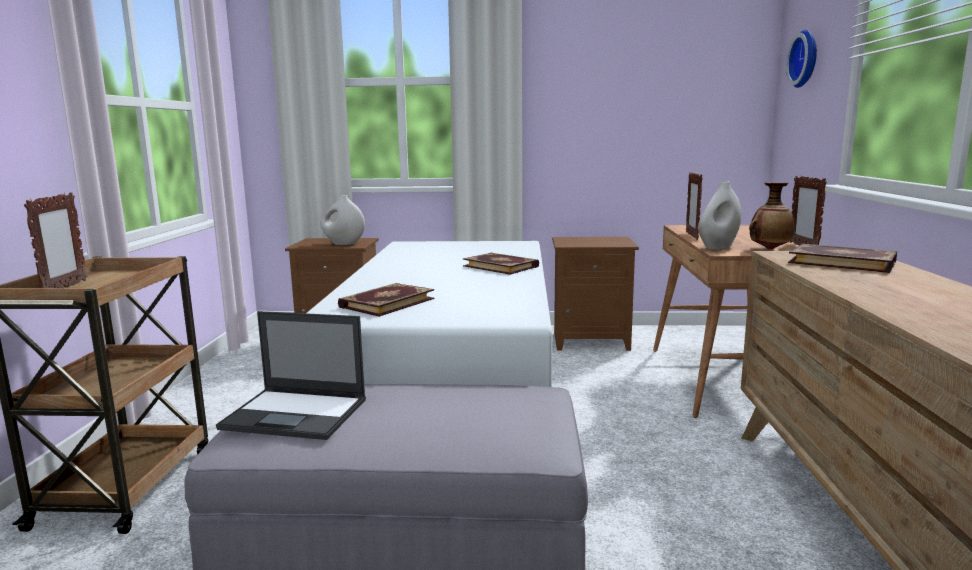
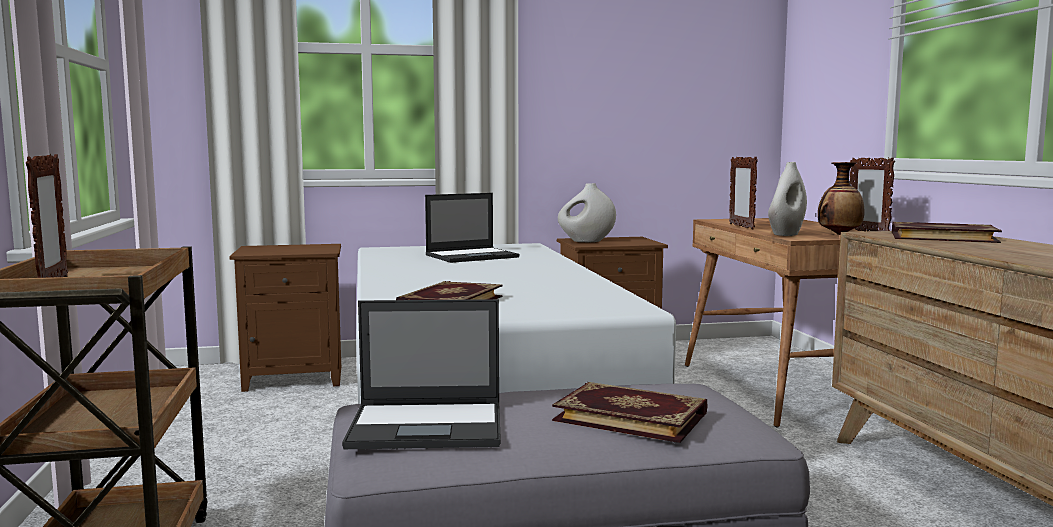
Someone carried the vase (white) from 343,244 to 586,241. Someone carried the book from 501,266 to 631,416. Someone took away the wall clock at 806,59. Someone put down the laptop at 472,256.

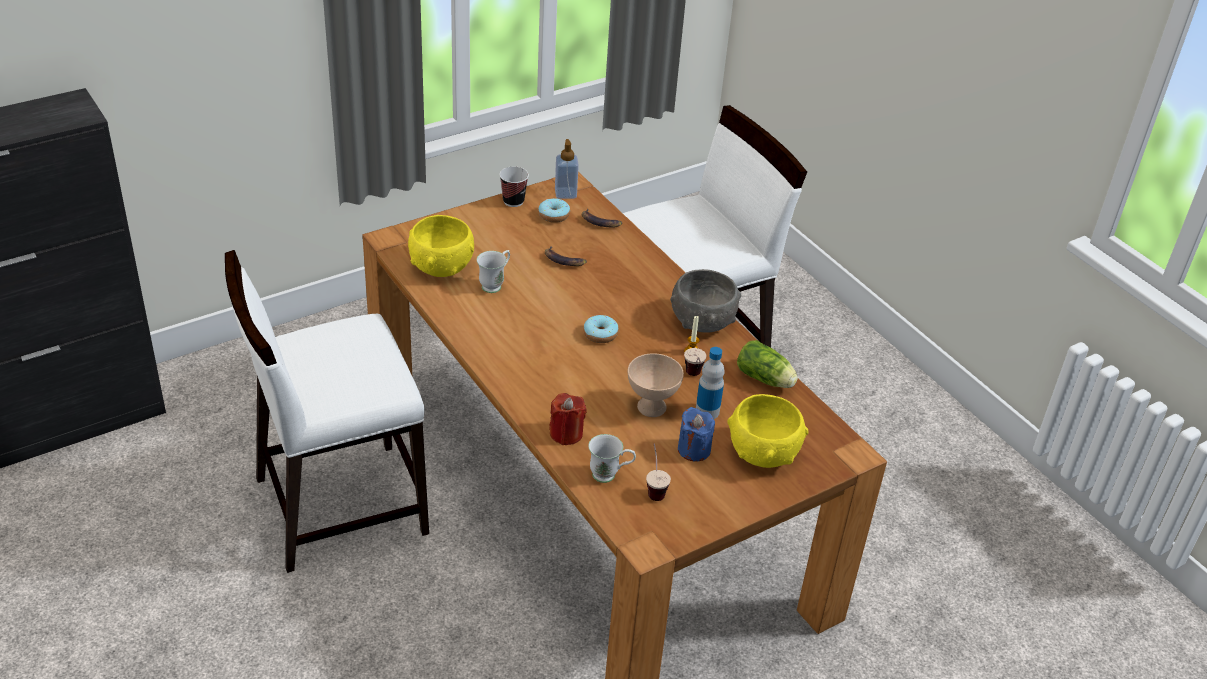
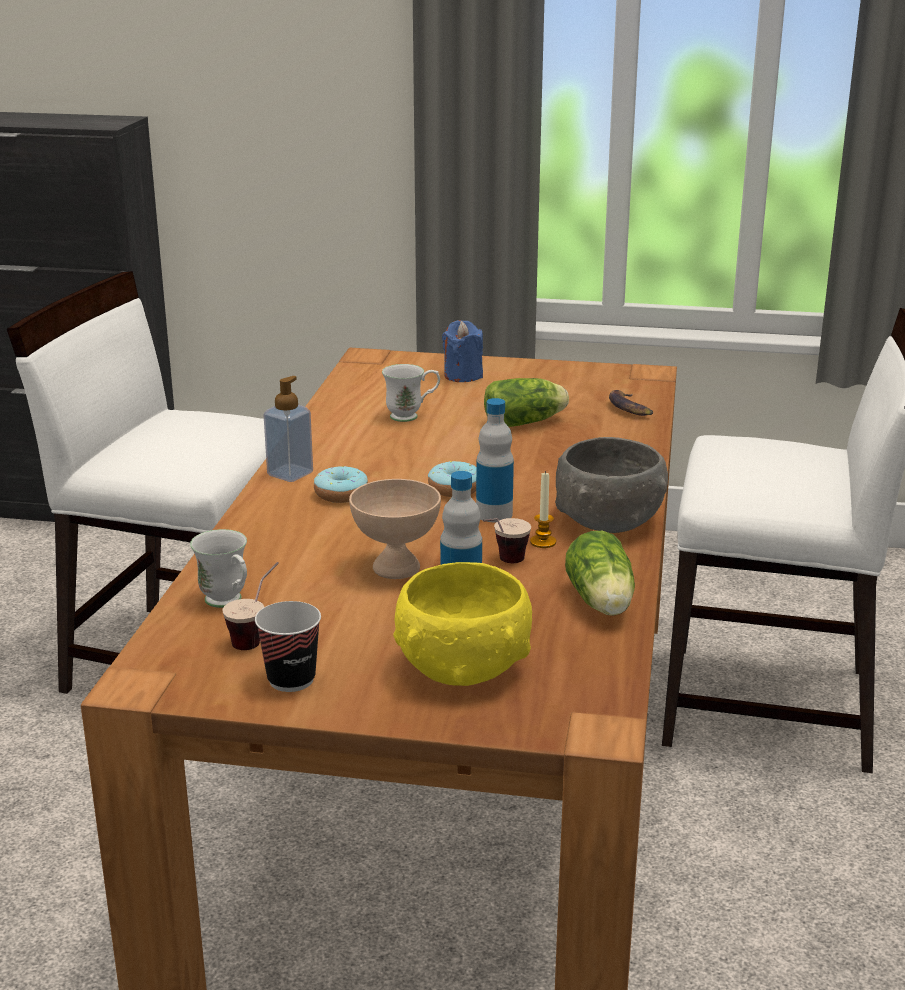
Someone took away the bowl (yellow) at 441,266. Someone carried the cup from 513,201 to 291,679. Someone carried the donut from 554,215 to 341,494. Someone swapped the banana at 563,260 for the lettuce at 527,422. Someone took away the candle (red) at 566,433. Someone carried the soap dispenser from 565,193 to 290,474. Someone carried the candle (blue) from 694,449 to 463,376. Someone put down the bottle at 494,514.

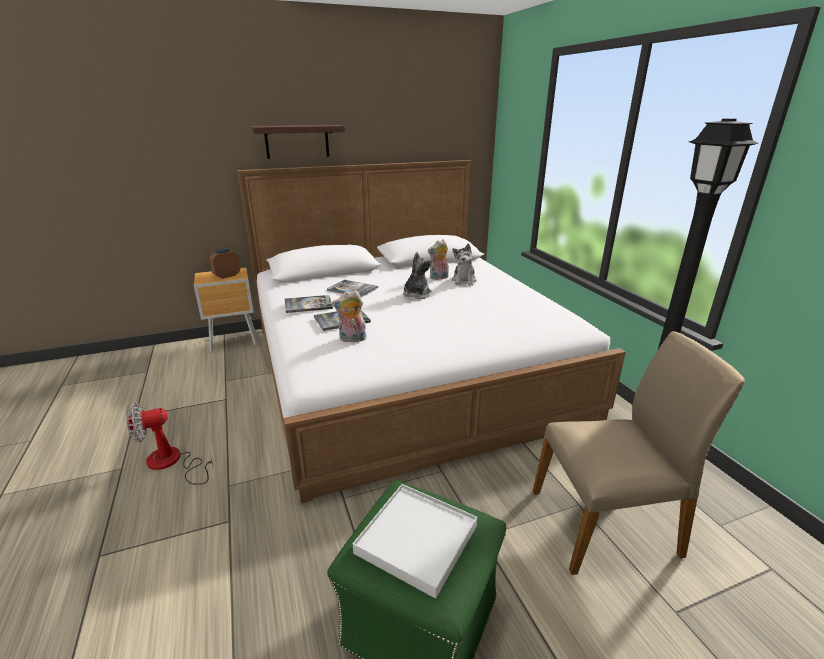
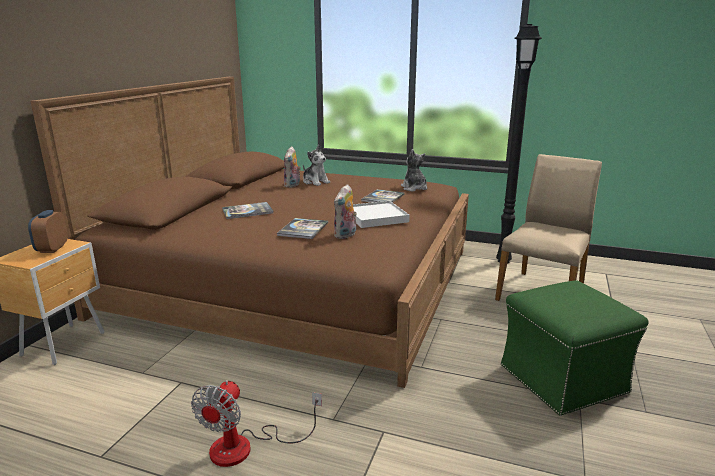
Someone repainted the bed (white) at 406,367, which became the bed (brown) at 296,281. Someone took away the shelf at 297,141. Someone carried the book from 308,304 to 383,198. Someone carried the tray (white) from 416,540 to 376,217. Someone carried the plush toy from 416,295 to 414,188.

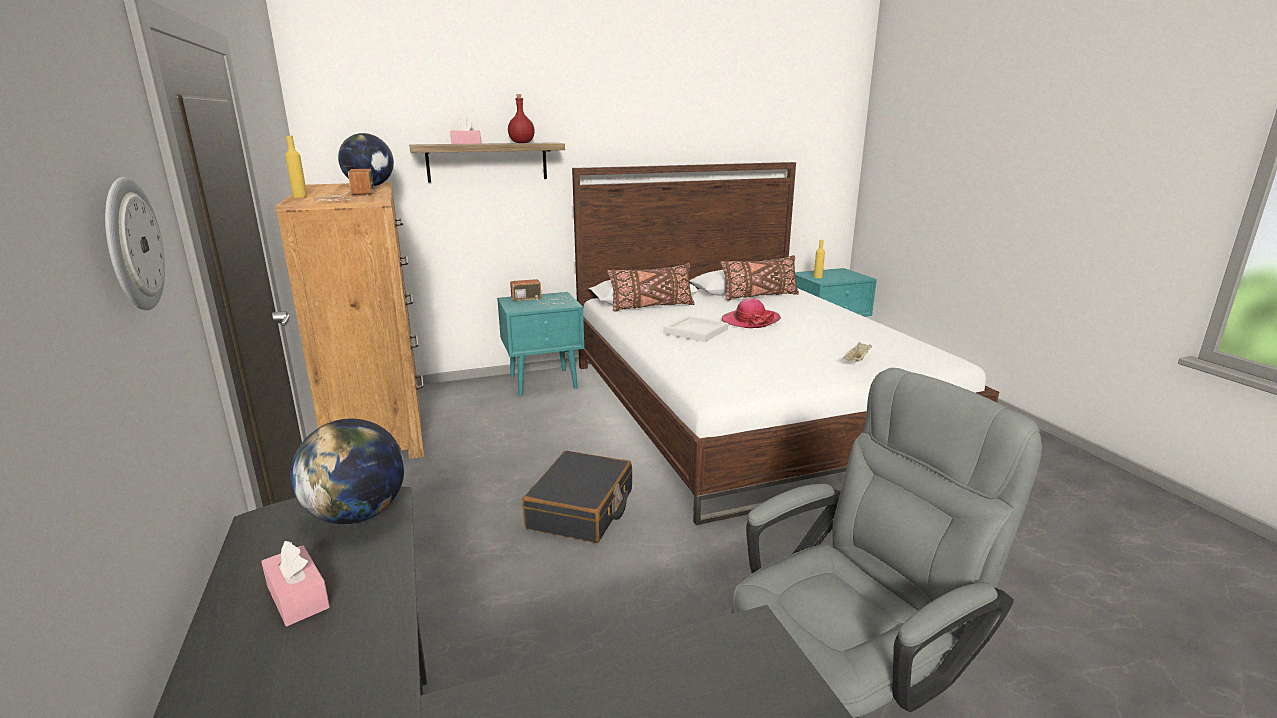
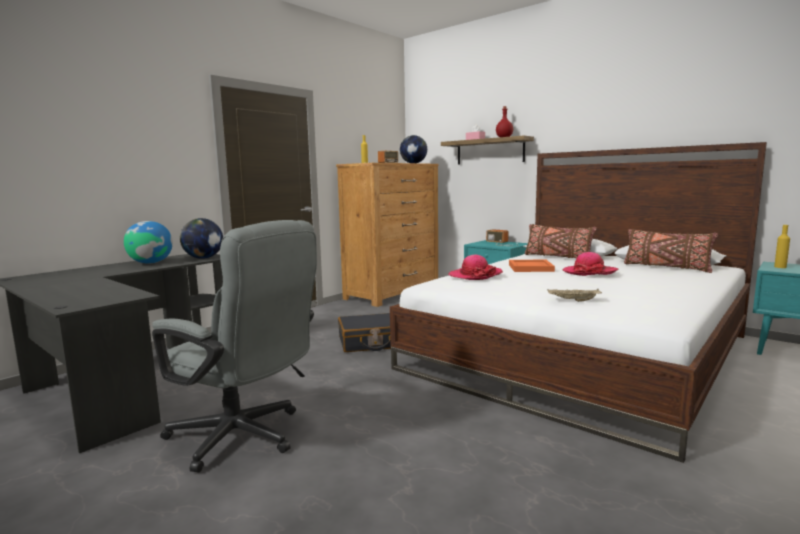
Someone took away the wall clock at 131,245. Someone swapped the tissue box (pink) at 298,597 for the globe at 150,263. Someone repainted the tray (white) at 696,331, which became the tray (orange) at 531,268. Someone put down the hat at 475,275.

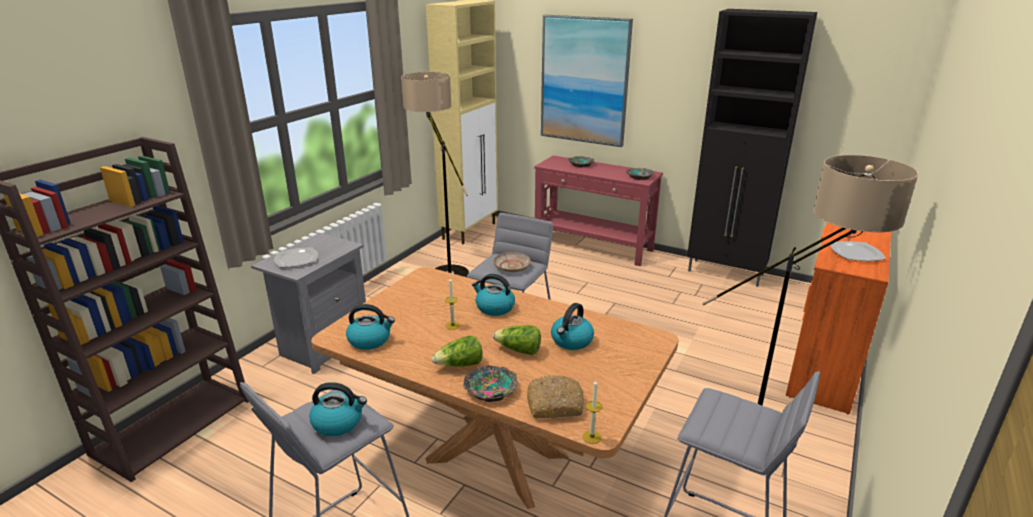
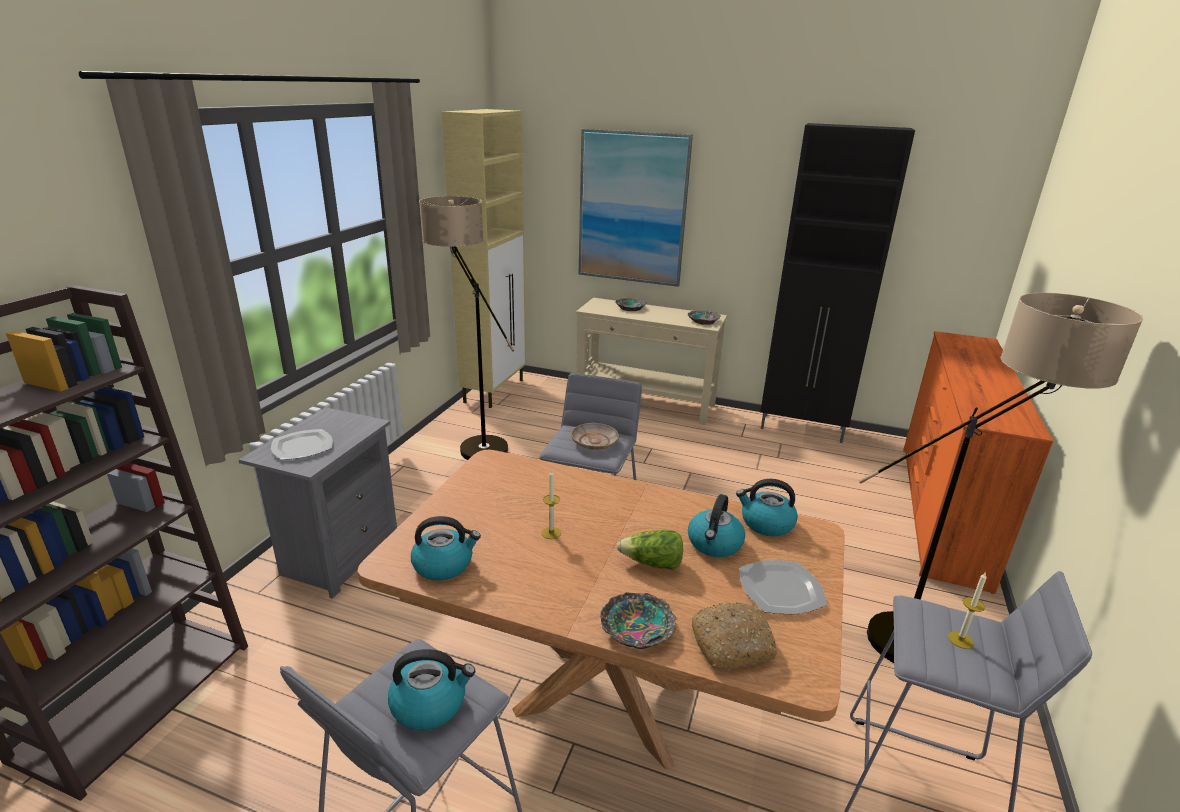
Someone took away the lettuce at 460,365. Someone carried the kettle from 494,307 to 766,523. Someone repainted the console table (red) at 593,246, which became the console table (beige) at 645,404. Someone carried the candle from 592,437 to 960,640. Someone carried the plate from 856,253 to 781,590.

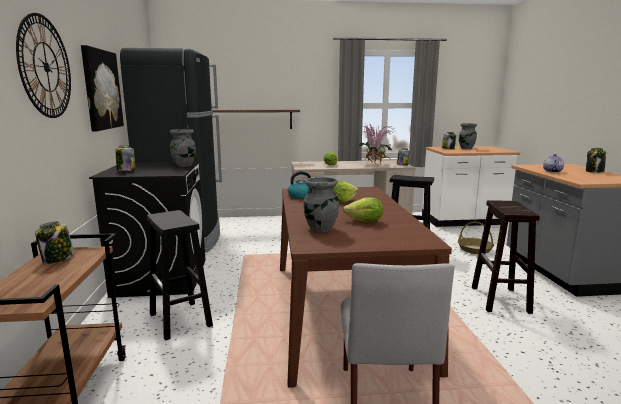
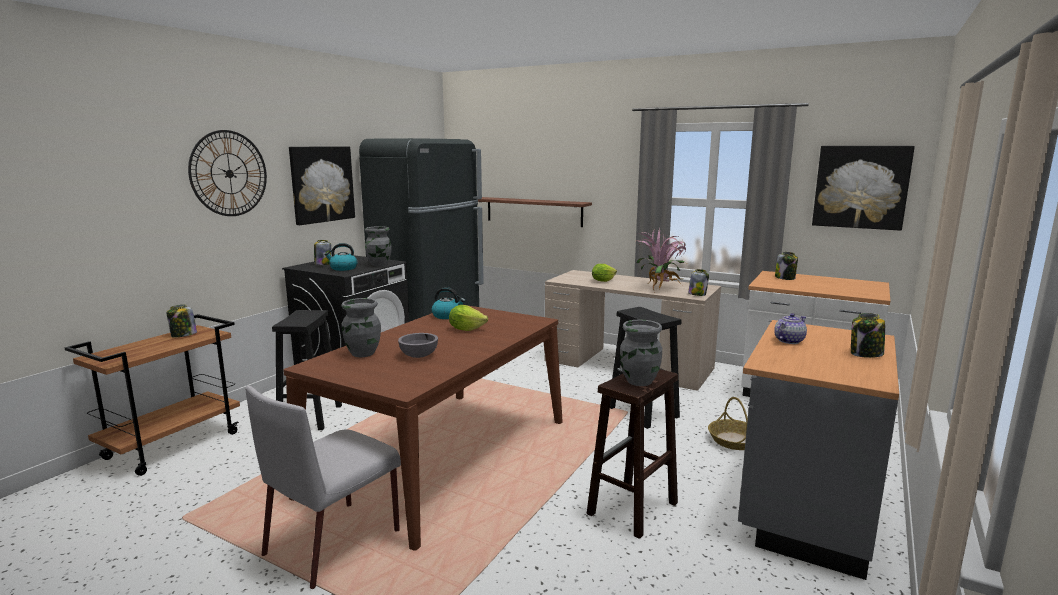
Someone swapped the lettuce at 365,221 for the bowl (grey) at 419,356. Someone carried the vase (grey) from 466,148 to 638,381. Someone put down the kettle at 343,268. Someone put up the picture at 860,187.

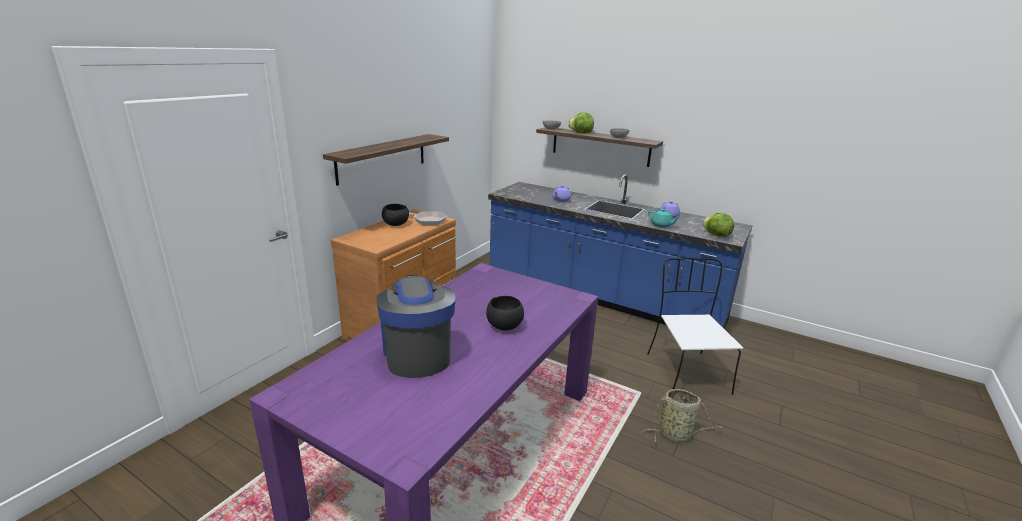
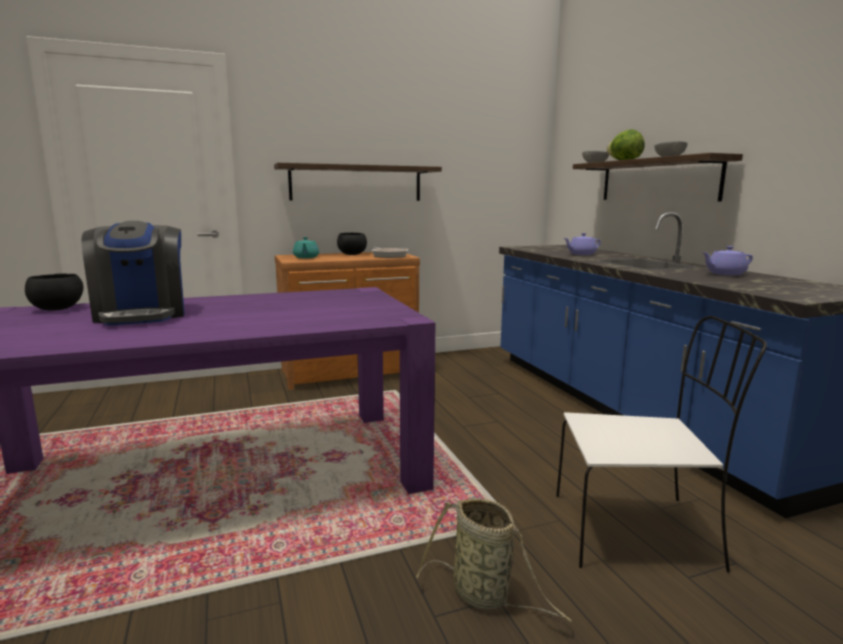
Someone rotated the coffee machine at 417,353 by 135 degrees clockwise. Someone carried the bowl (black) from 504,326 to 57,309. Someone rotated the chair (white) at 686,372 by 60 degrees clockwise. Someone carried the teapot (turquoise) from 661,225 to 306,257. Someone took away the lettuce at 716,235.

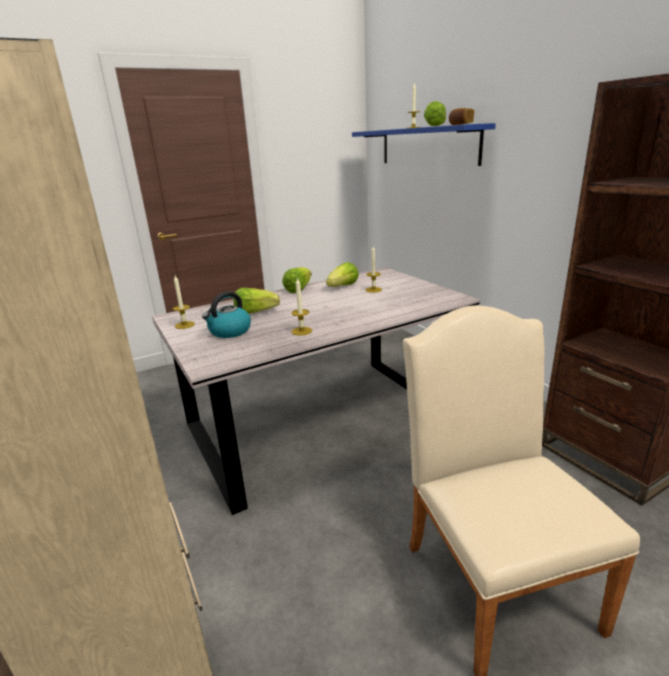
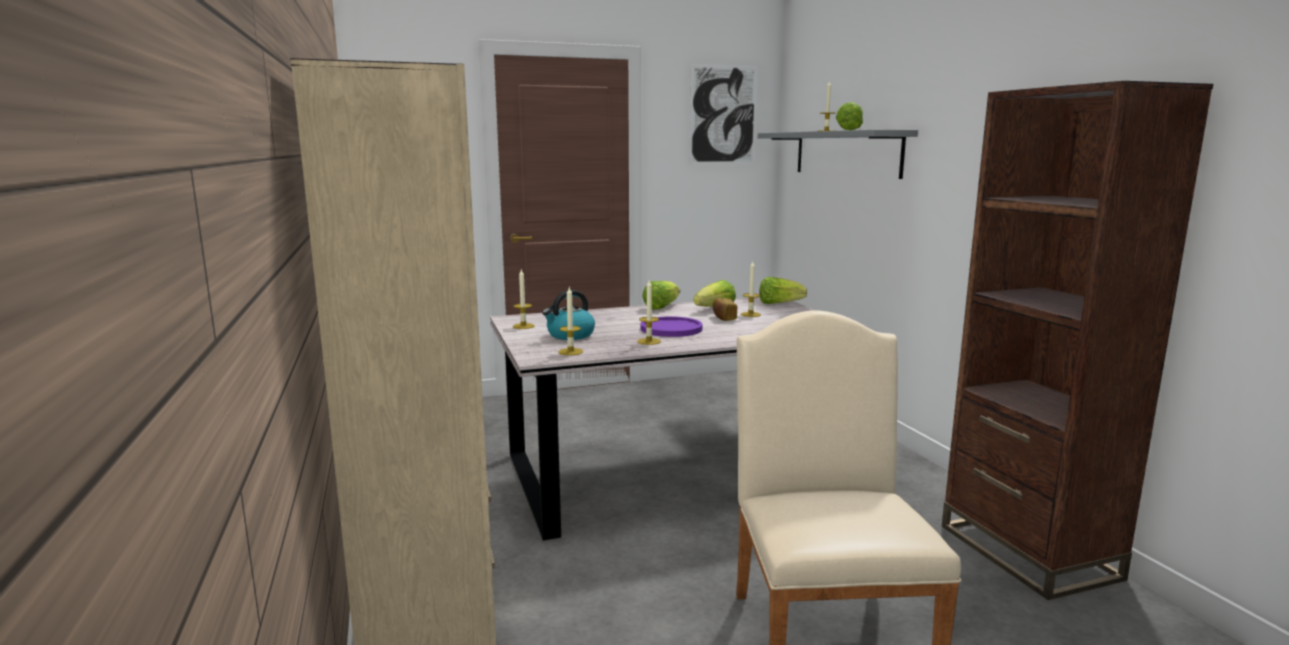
Someone carried the lettuce from 255,313 to 779,304. Someone repainted the shelf (blue) at 427,146, which became the shelf (grey) at 846,153. Someone carried the bread from 459,124 to 723,318. Someone put down the candle at 570,352. Someone put down the plate (purple) at 671,328. Someone put up the picture at 723,115.

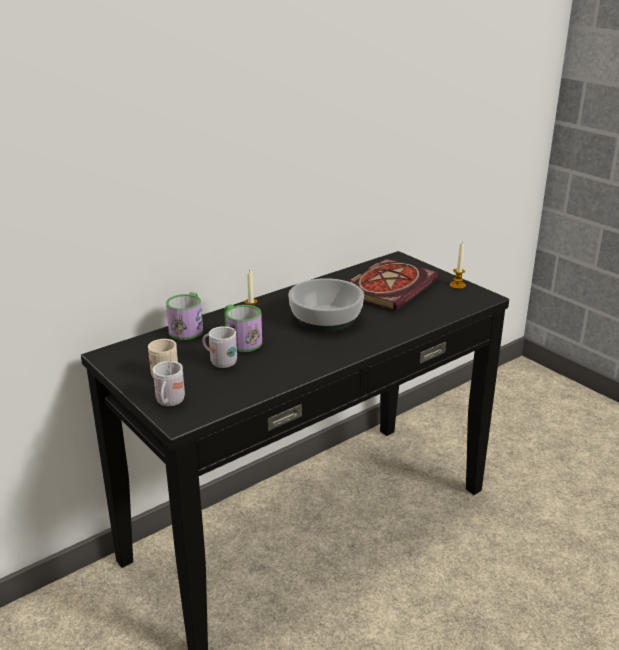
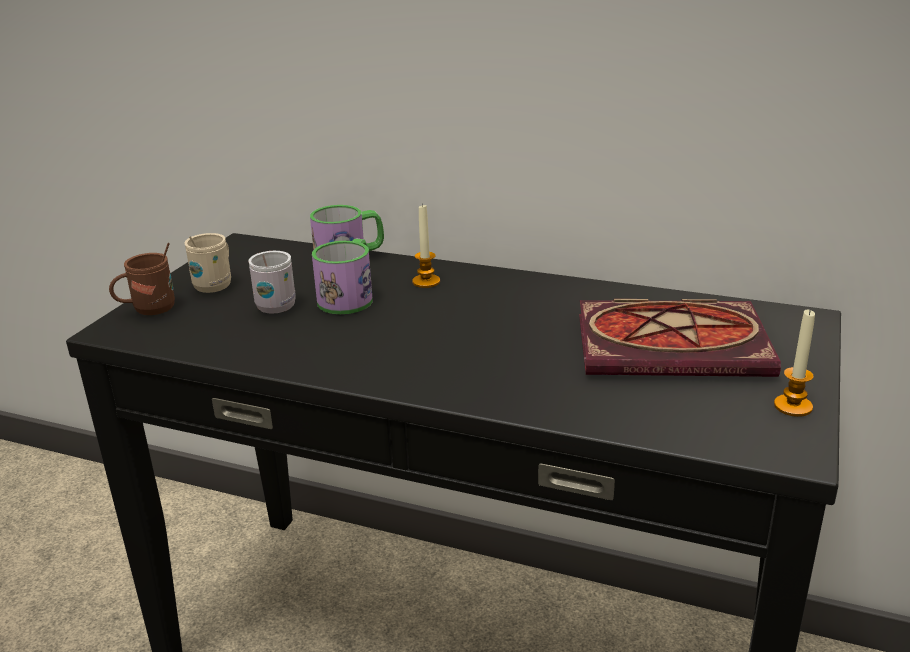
Someone repainted the mug (white) at 169,403, which became the mug (brown) at 148,311. Someone took away the bowl at 325,319.

